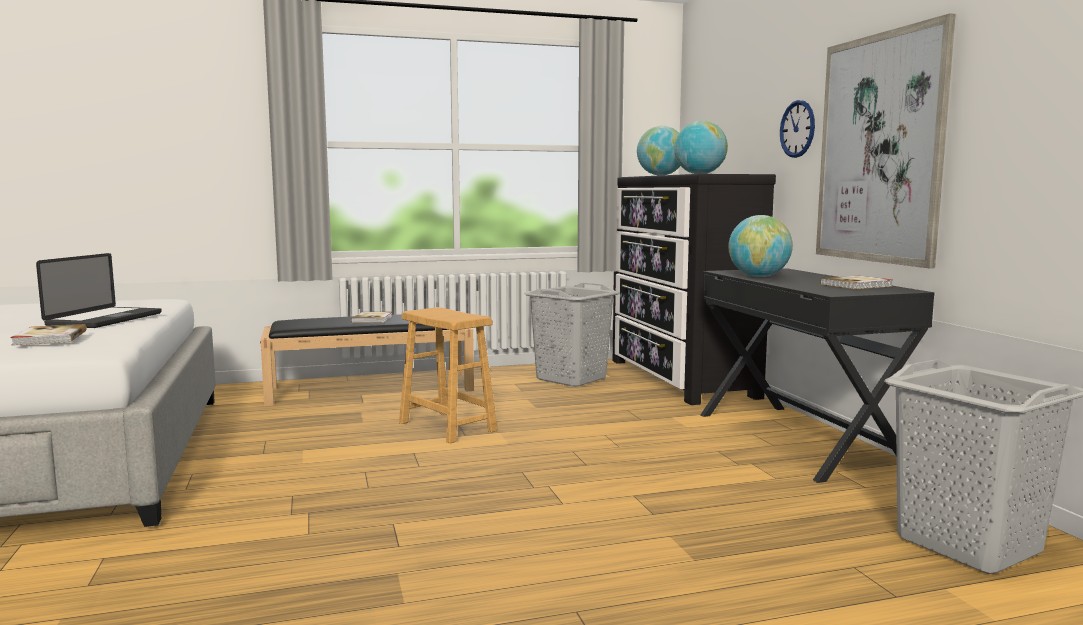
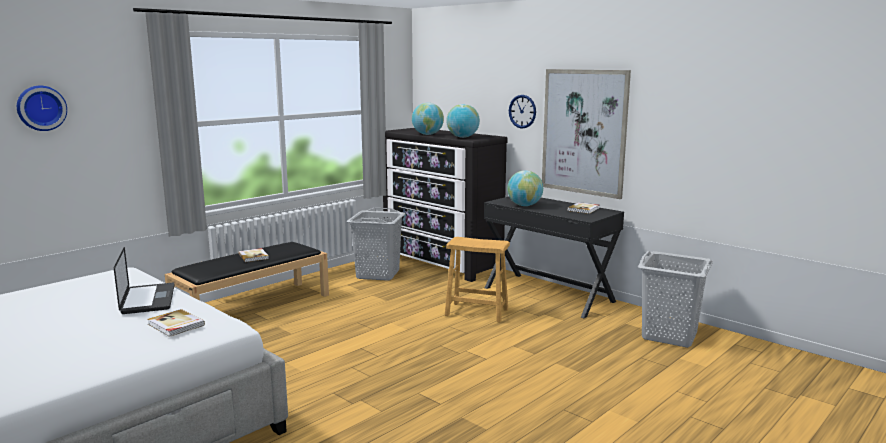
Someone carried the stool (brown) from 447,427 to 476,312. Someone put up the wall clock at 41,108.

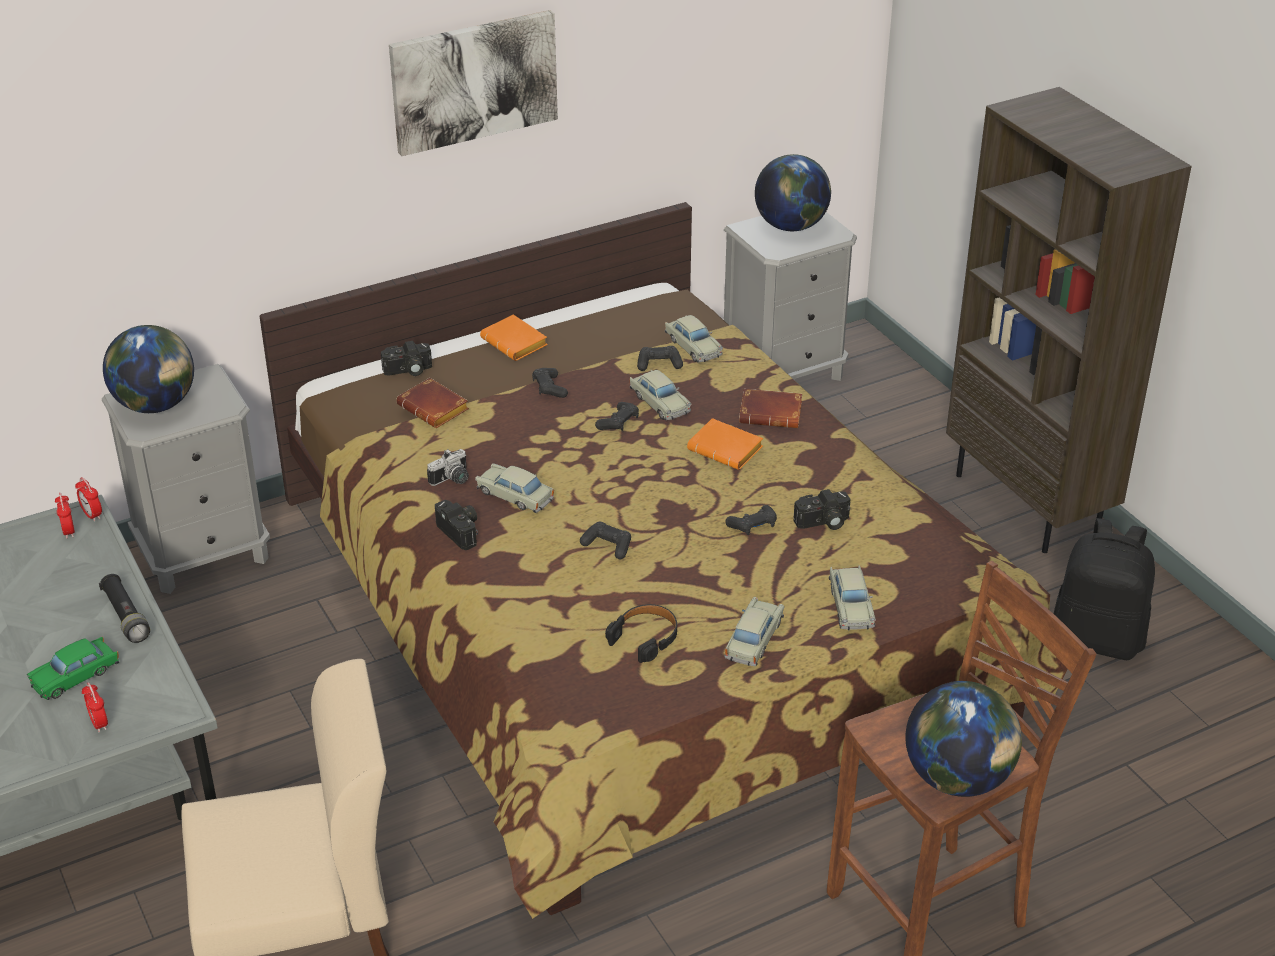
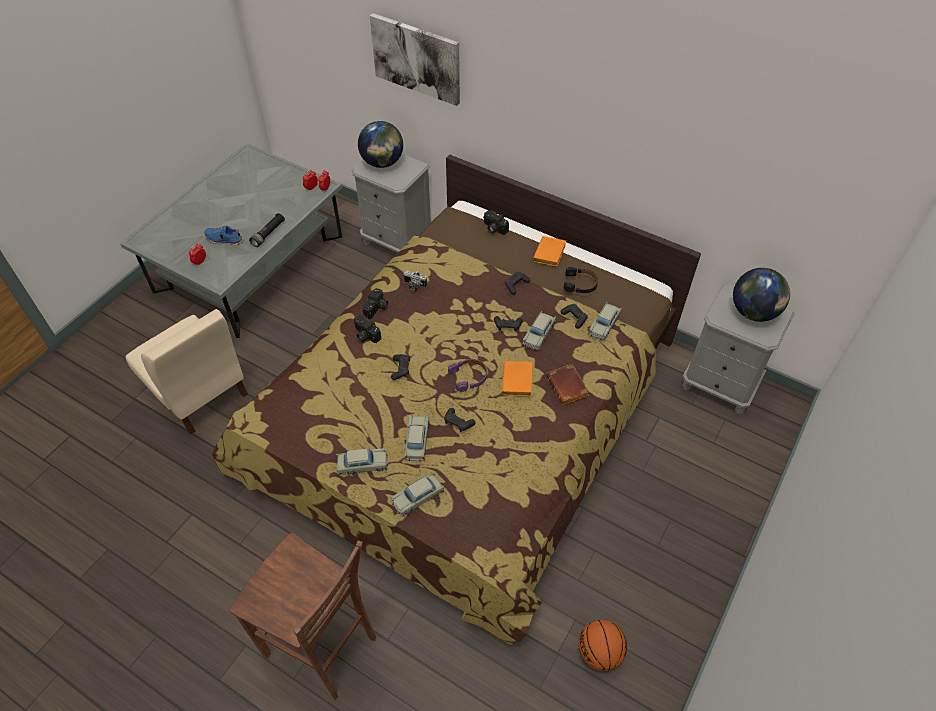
Someone swapped the toy car (green) at 76,676 for the shoe (blue) at 224,240. Someone carried the picture from 474,81 to 416,58. Someone took away the book (brown) at 435,409. Someone carried the toy car (beige) from 515,496 to 417,441. Someone carried the headphones (black) from 645,638 to 580,284. Someone carried the photo camera from 823,523 to 365,335. Someone took away the globe at 958,778. Someone took away the bookcase (brown) at 1029,503. Someone swapped the backpack (black) at 1098,638 for the basketball at 599,652. Someone put down the headphones (purple) at 469,377.

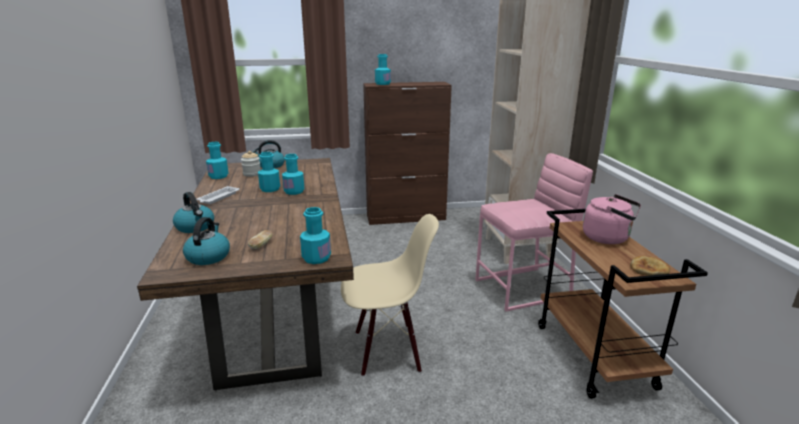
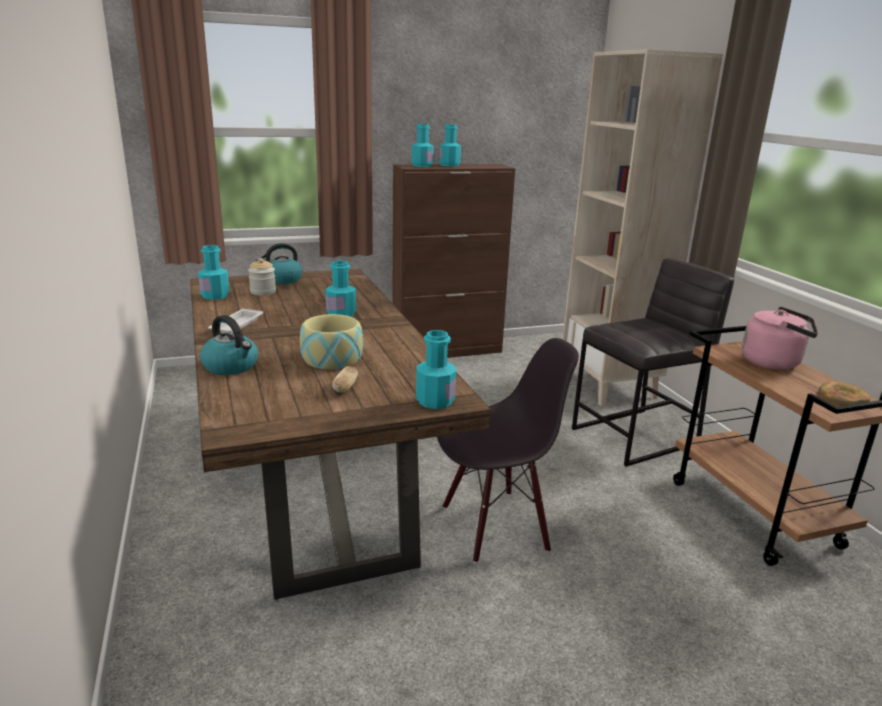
Someone took away the kettle at 208,256. Someone carried the bottle (turquoise) from 270,189 to 449,165. Someone repainted the chair (beige) at 387,350, which became the chair (black) at 494,526. Someone repainted the stool (pink) at 523,288, which became the stool (grey) at 636,436. Someone put down the bowl at 332,359.

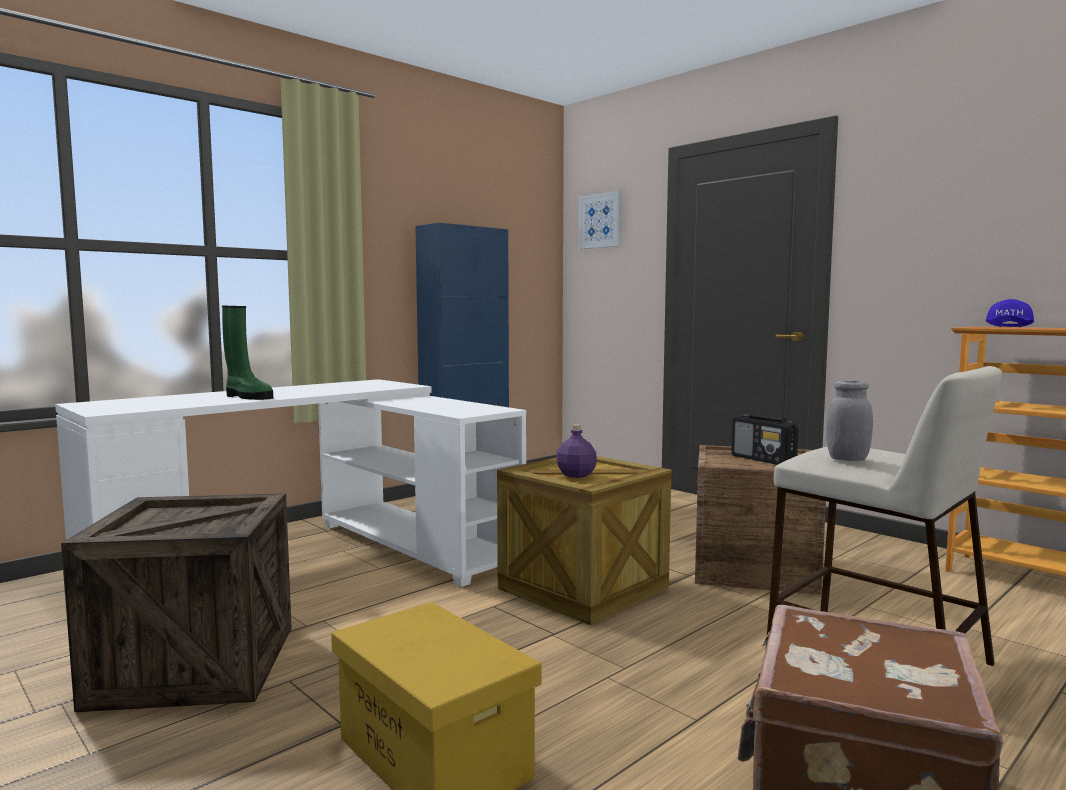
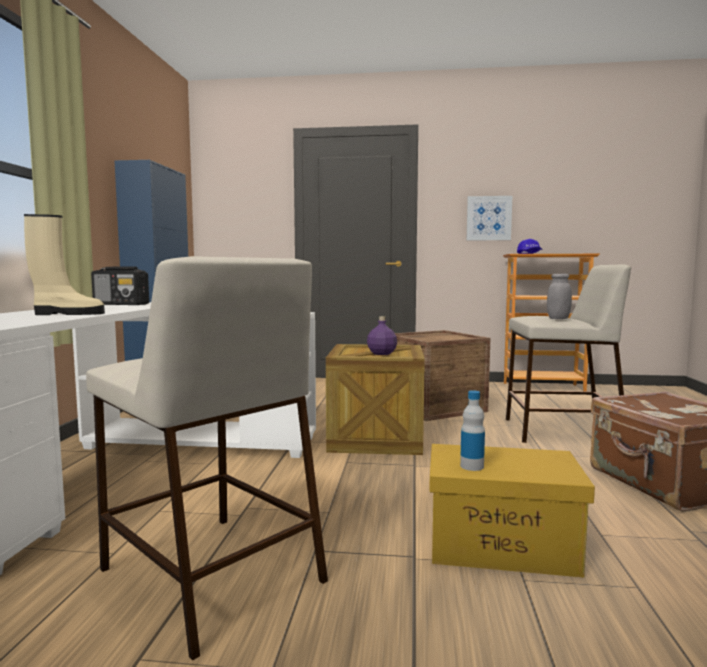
Someone swapped the crate at 195,665 for the stool (beige) at 209,574. Someone repainted the boot (green) at 247,397, which became the boot (beige) at 67,314. Someone carried the picture from 600,220 to 488,218. Someone carried the radio from 763,460 to 121,304. Someone put down the bottle at 472,466.

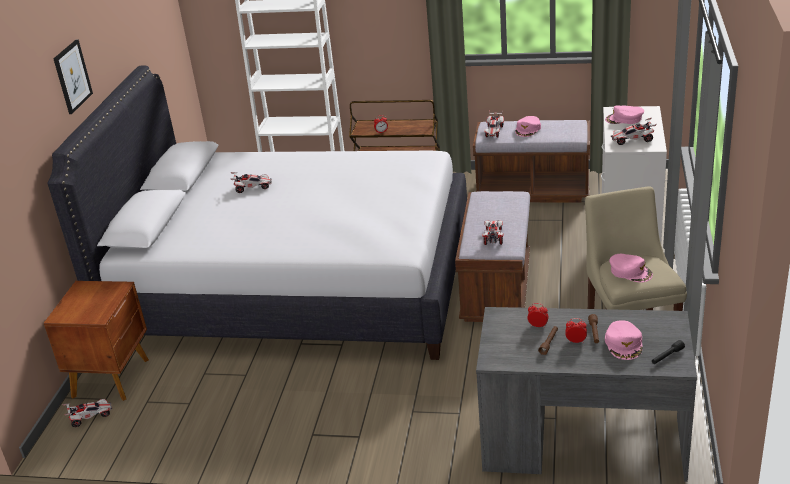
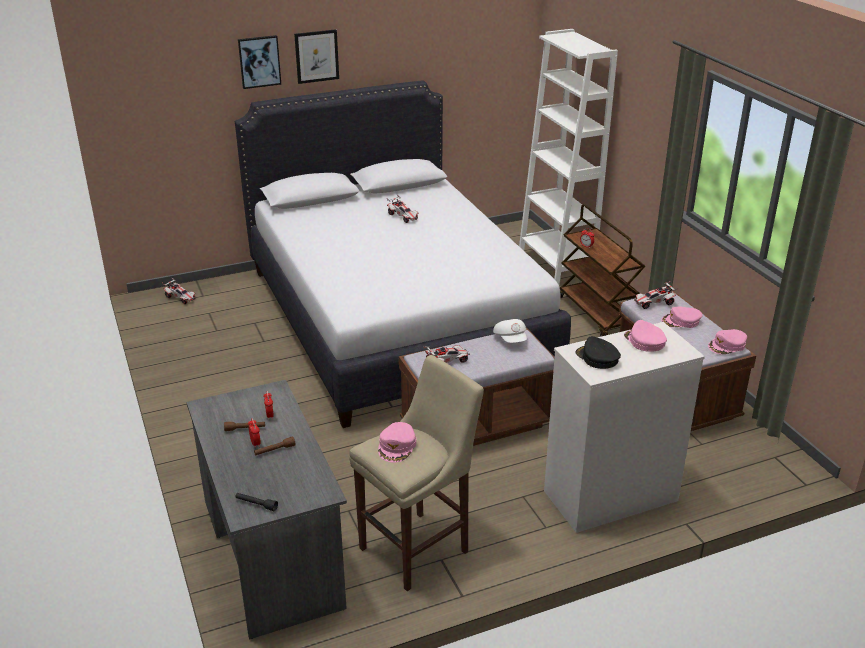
Someone took away the nightstand (brown) at 112,377. Someone carried the cap (pink) from 624,344 to 727,345. Someone swapped the toy car at 633,140 for the cap (black) at 597,358. Someone put up the picture at 259,61. Someone put down the cap (white) at 511,339.

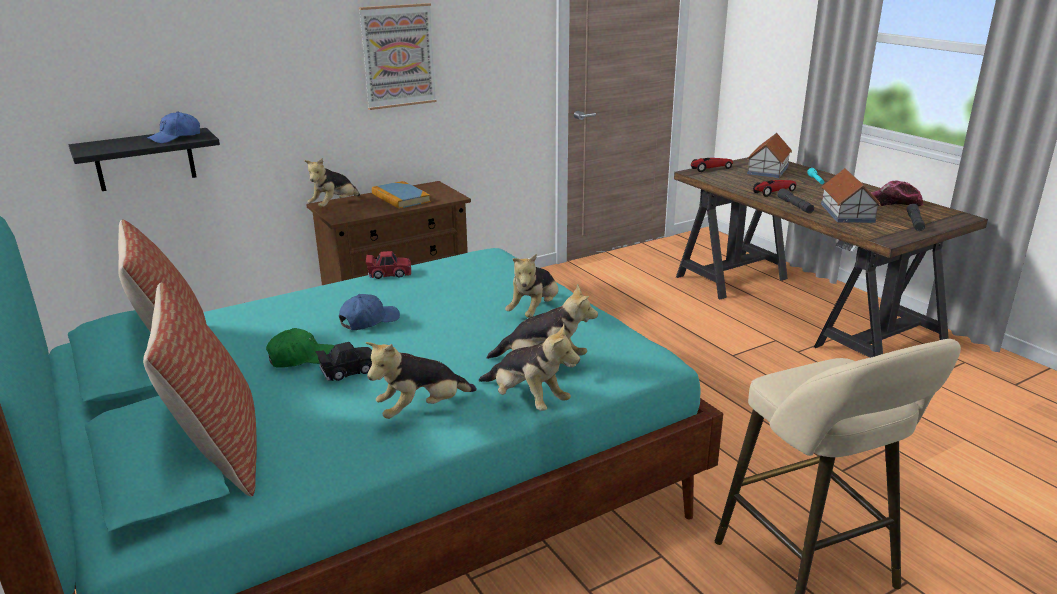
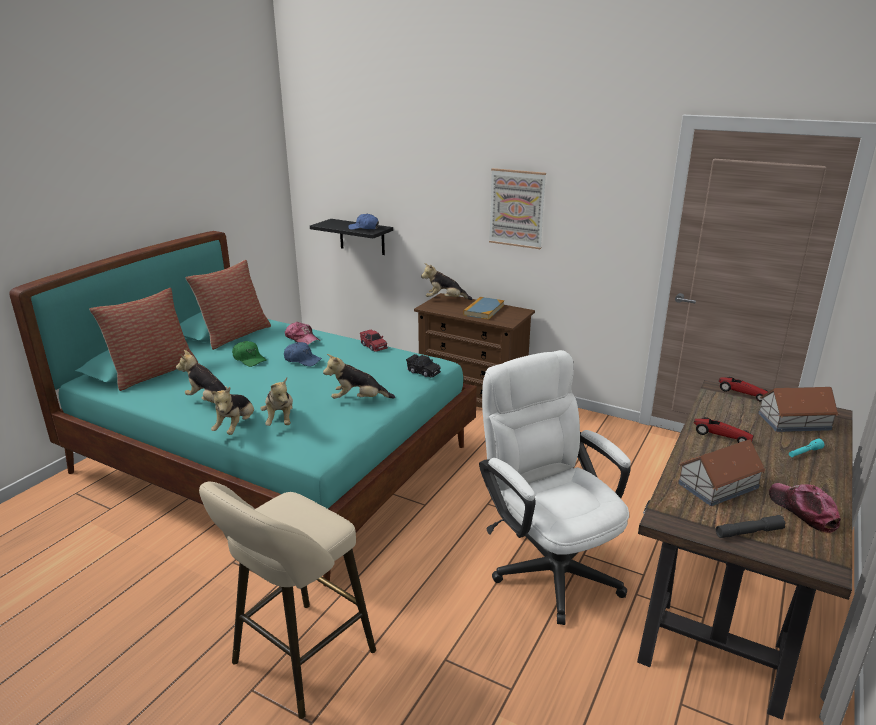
Someone carried the toy car (black) from 349,370 to 423,372. Someone took away the flashlight (grey) at 795,206. Someone put down the cap at 302,339. Someone put down the office chair (white) at 548,564.

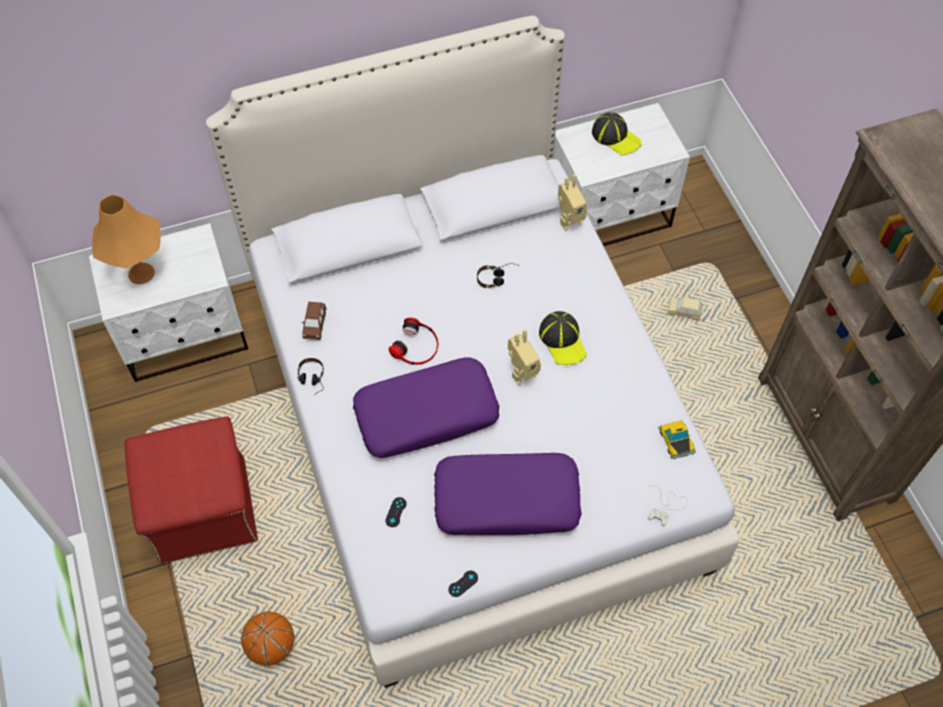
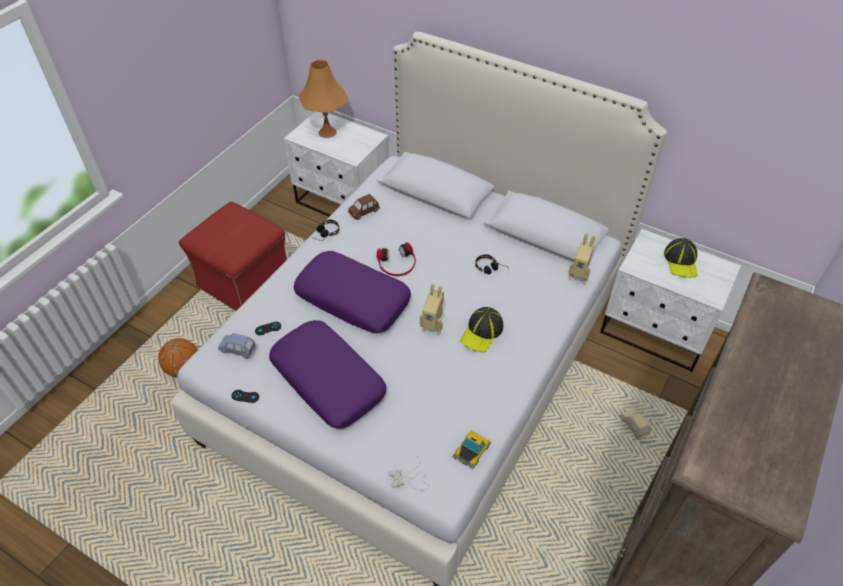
Someone put down the toy car (blue) at 238,350.

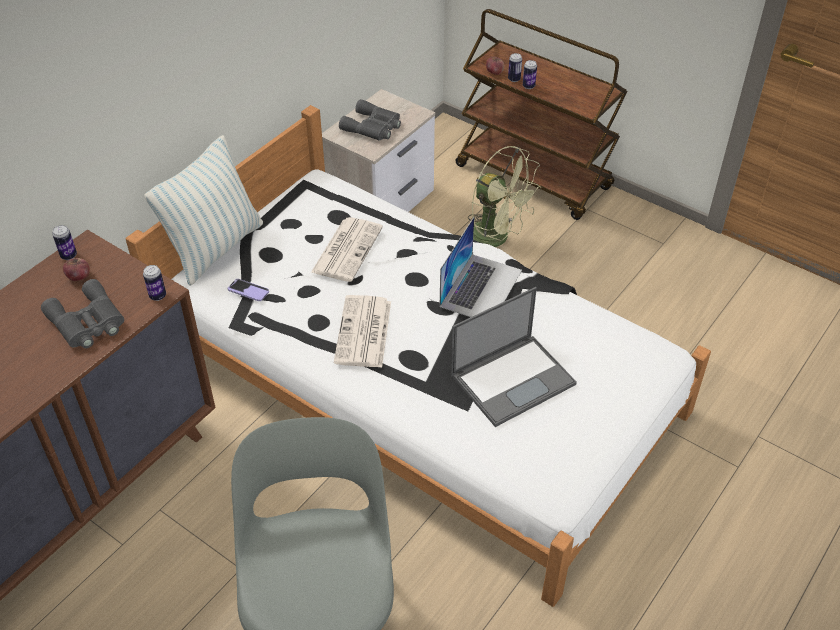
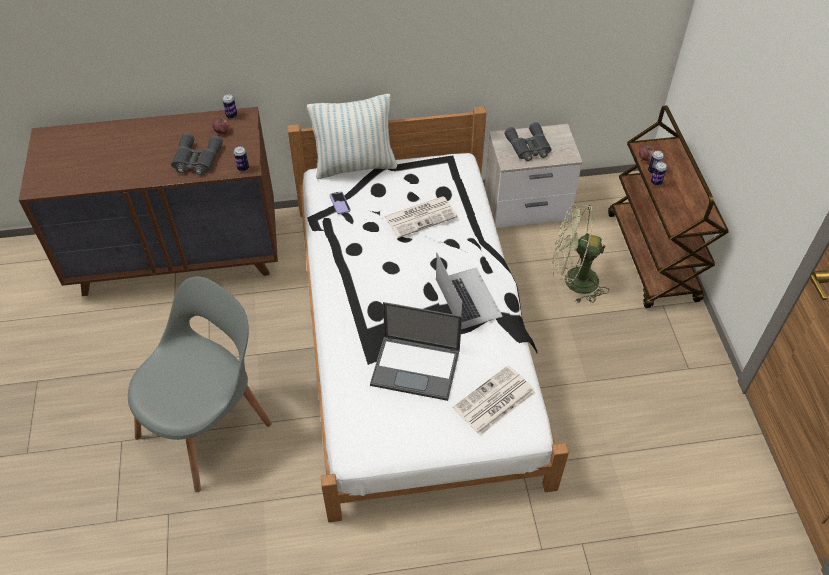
Someone carried the newspaper from 364,333 to 493,401. Someone rotated the laptop at 481,288 by 90 degrees counterclockwise. Someone rotated the fan (green) at 497,238 by 105 degrees clockwise.

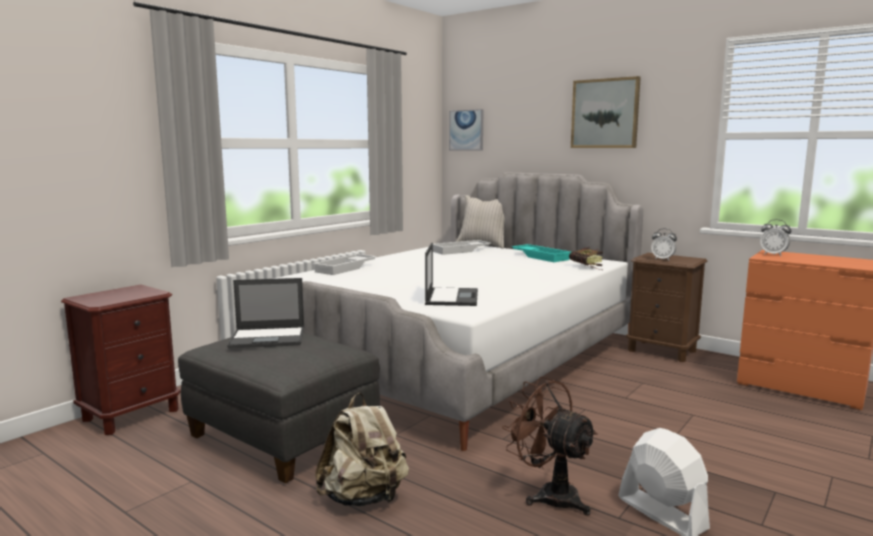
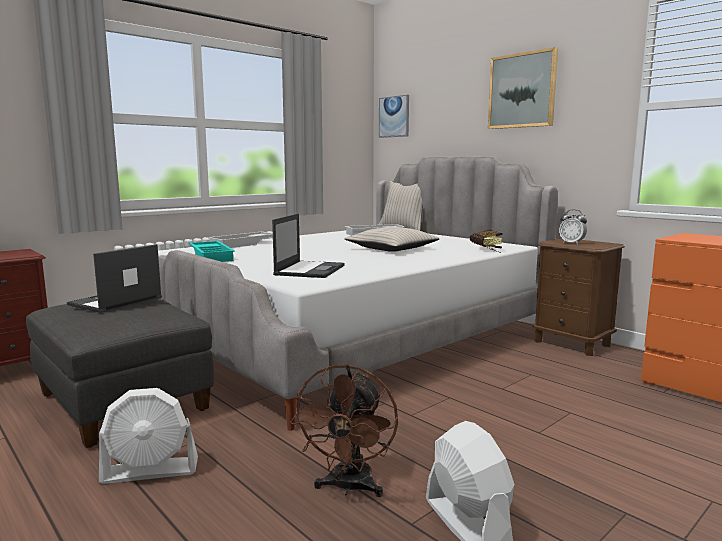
Someone rotated the laptop at 269,338 by 120 degrees clockwise. Someone swapped the backpack (beige) at 364,498 for the fan (white) at 151,471. Someone rotated the fan (brown) at 550,495 by 135 degrees counterclockwise. Someone carried the tray (turquoise) from 541,257 to 212,256. Someone took away the alarm clock at 773,255. Someone put down the pillow (beige) at 392,249.

